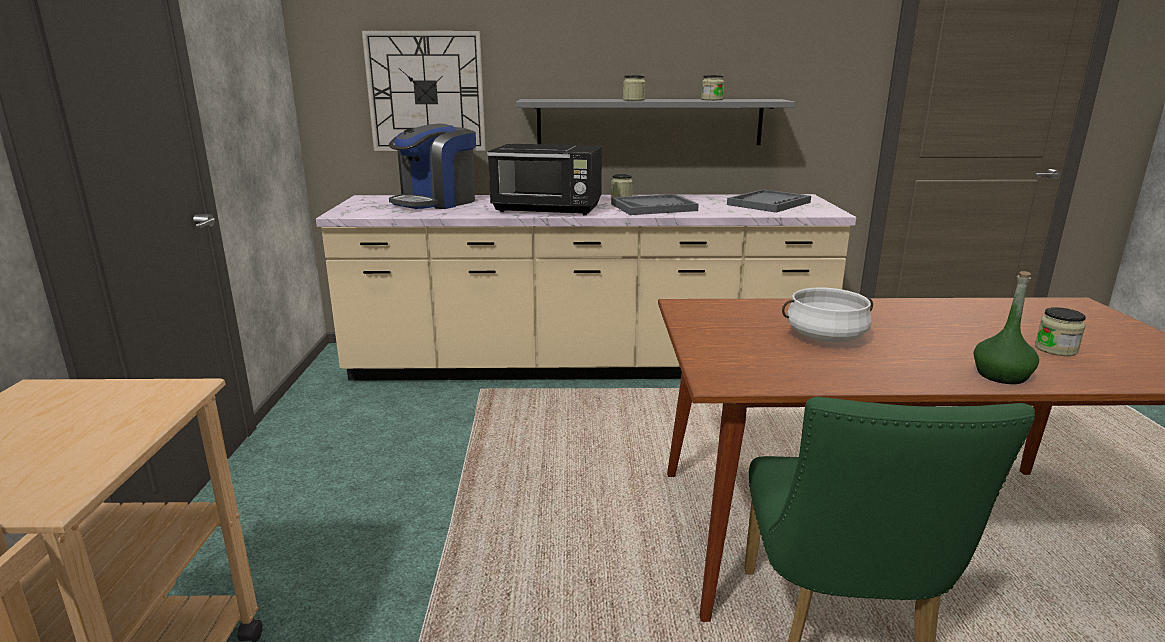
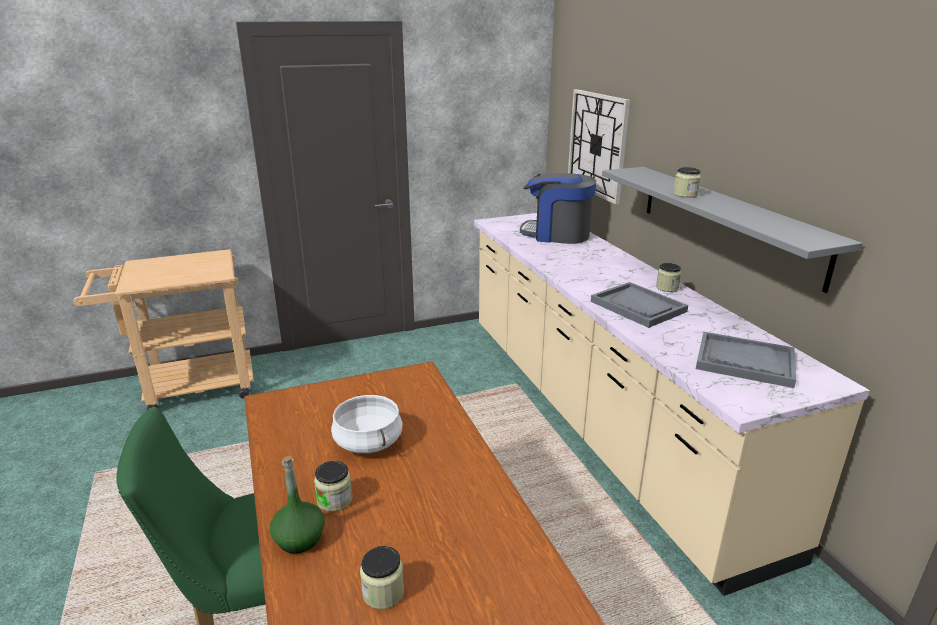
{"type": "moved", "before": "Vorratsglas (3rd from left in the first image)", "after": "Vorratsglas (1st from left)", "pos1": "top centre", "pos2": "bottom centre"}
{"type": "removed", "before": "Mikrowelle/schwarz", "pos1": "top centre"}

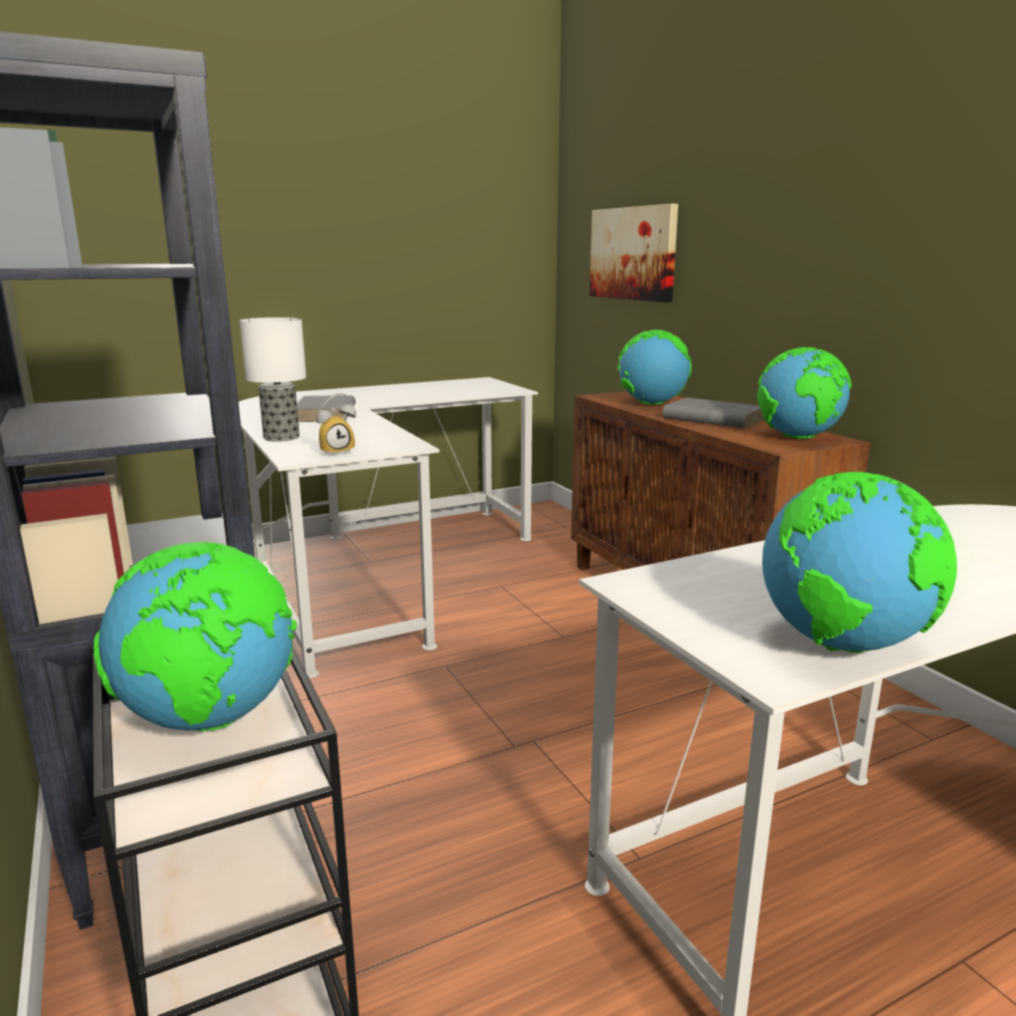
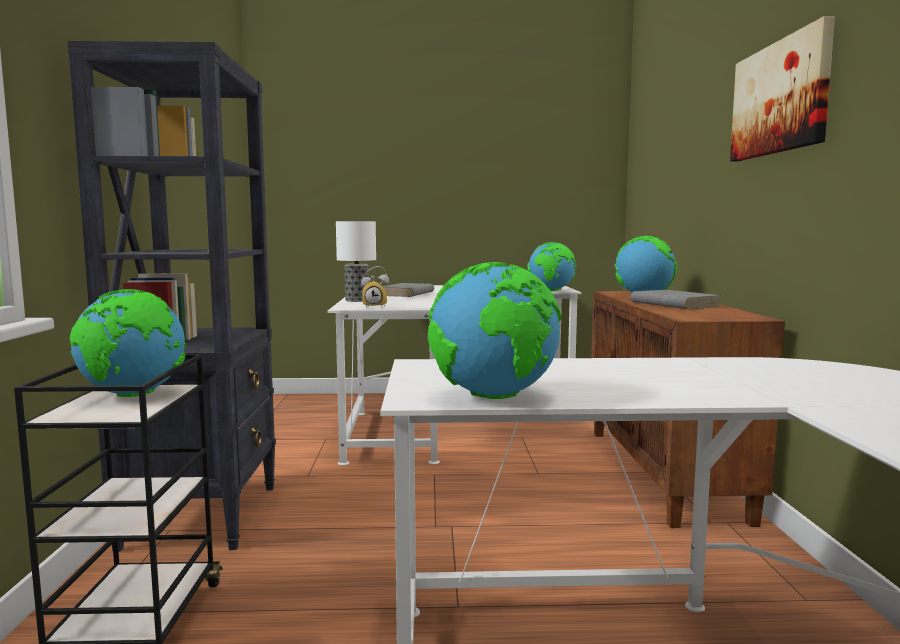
{"type": "moved", "before": "Bild", "pos1": "top centre", "pos2": "top right"}
{"type": "moved", "before": "Globus (3rd from left)", "pos1": "middle right", "pos2": "centre"}

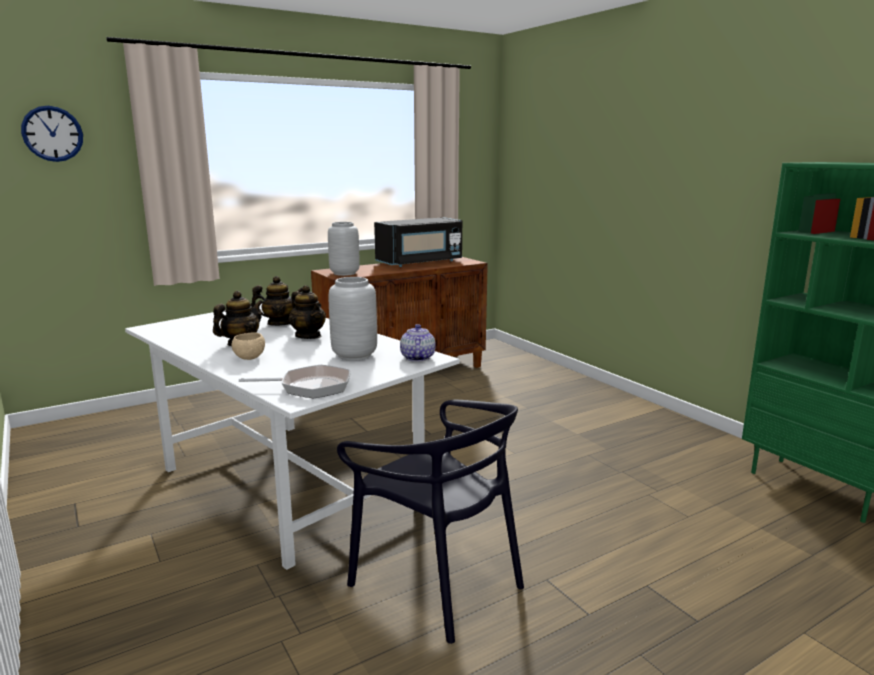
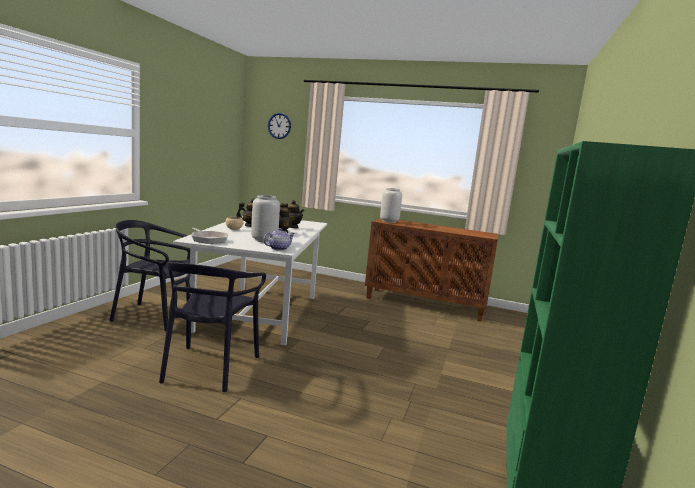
{"type": "removed", "before": "Mikrowelle/schwarz", "pos1": "centre"}
{"type": "added", "after": "Stuhl/schwarz (1st from left)", "pos2": "middle left"}

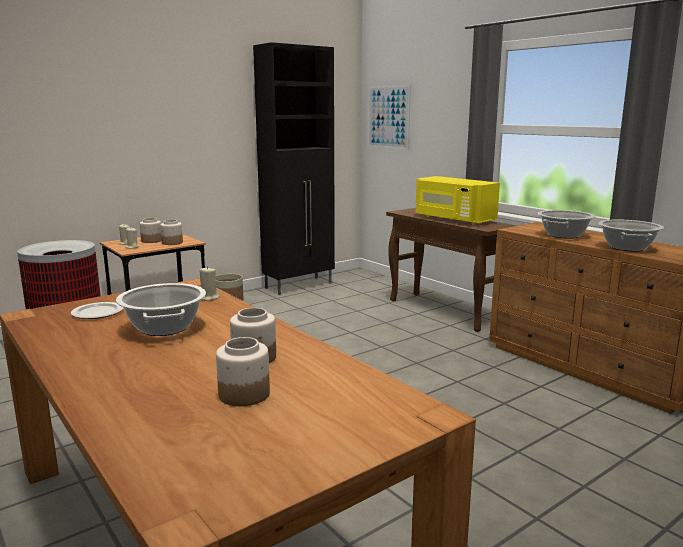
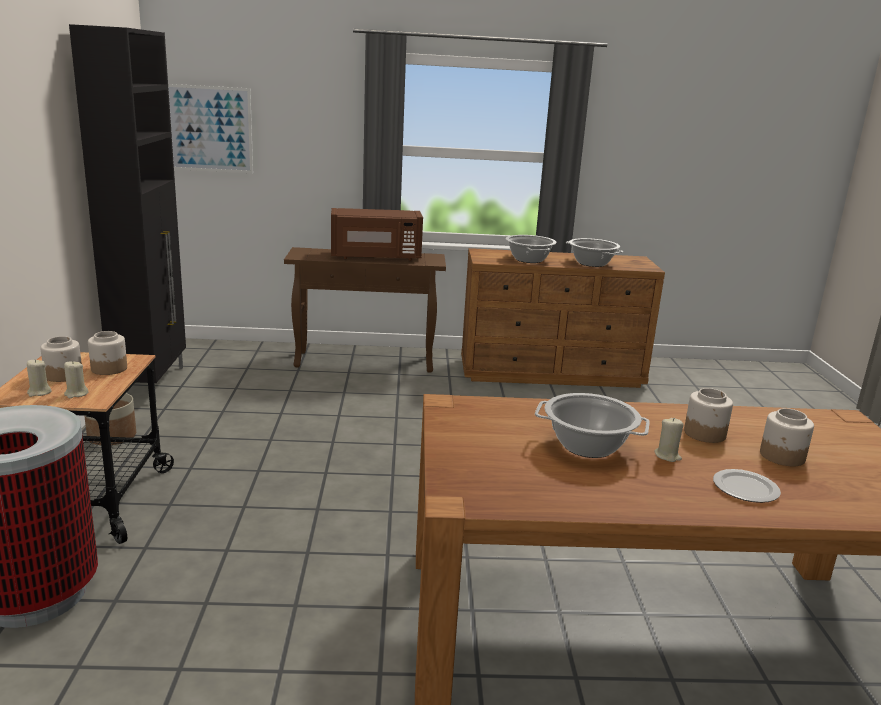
{"type": "recoloured", "before": "Mikrowelle/gelb", "after": "Mikrowelle/braun", "pos1": "middle right", "pos2": "top centre"}
{"type": "moved", "before": "Kerze/beige (3rd from left)", "pos1": "middle left", "pos2": "middle right"}
{"type": "moved", "before": "Teller", "pos1": "middle left", "pos2": "bottom right"}

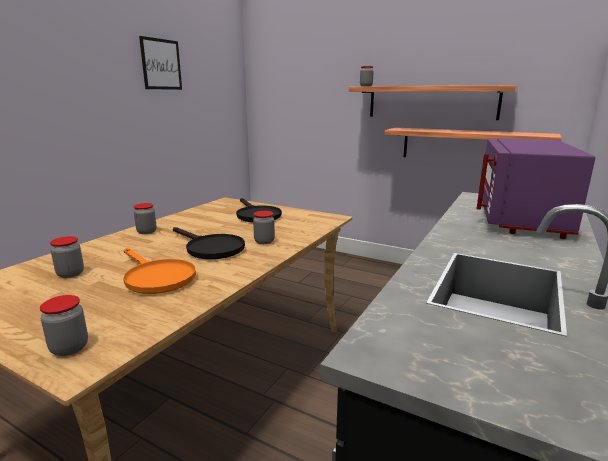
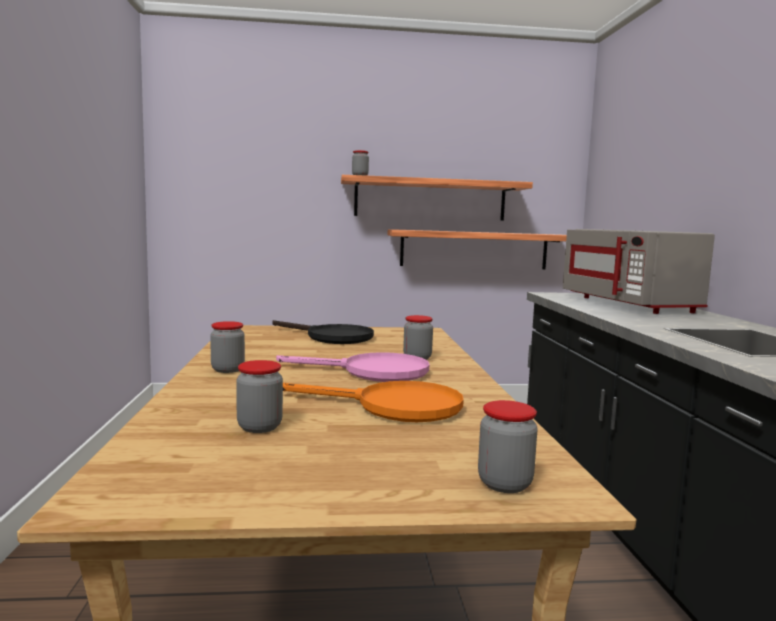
{"type": "removed", "before": "Bild", "pos1": "top left"}
{"type": "recoloured", "before": "Mikrowelle/lila", "after": "Mikrowelle/grau", "pos1": "middle right", "pos2": "middle right"}
{"type": "recoloured", "before": "Pfanne/schwarz (1st from left)", "after": "Pfanne/rosa", "pos1": "centre", "pos2": "centre"}

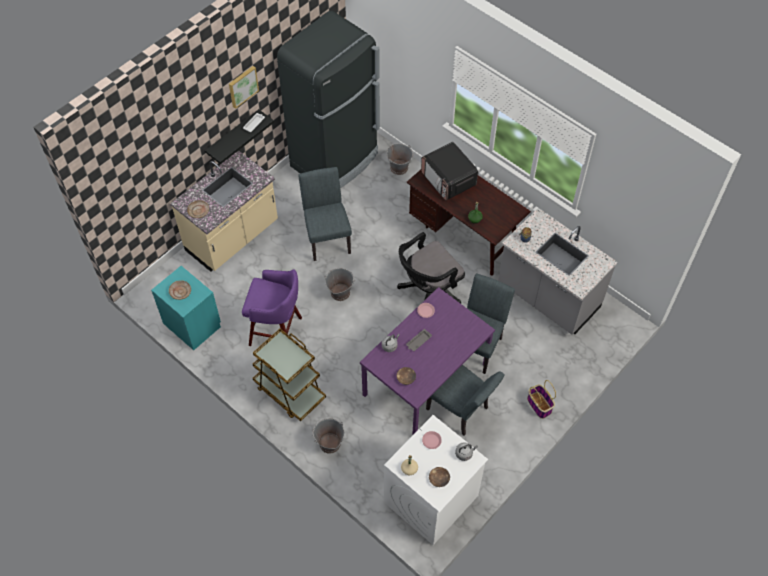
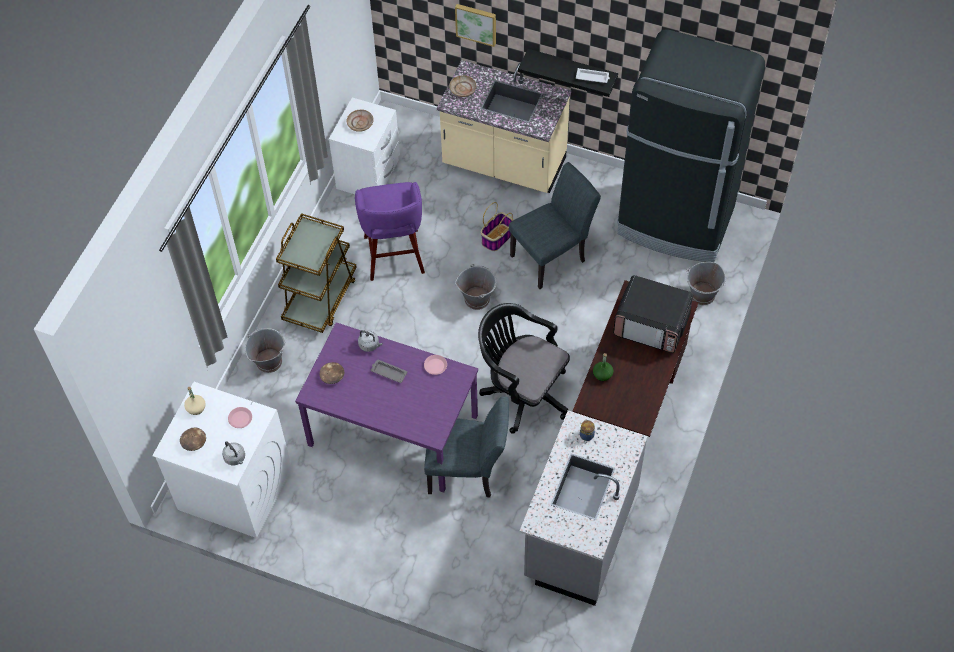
{"type": "moved", "before": "Bild", "pos1": "top left", "pos2": "top centre"}
{"type": "turned", "before": "Mikrowelle", "pos1": "top centre", "pos2": "middle right", "turn": -105}
{"type": "recoloured", "before": "Nachttisch/türkis", "after": "Nachttisch/weiß", "pos1": "middle left", "pos2": "top centre"}
{"type": "removed", "before": "Stuhl/grau (2nd from left)", "pos1": "bottom centre"}
{"type": "moved", "before": "Korb", "pos1": "bottom right", "pos2": "centre"}

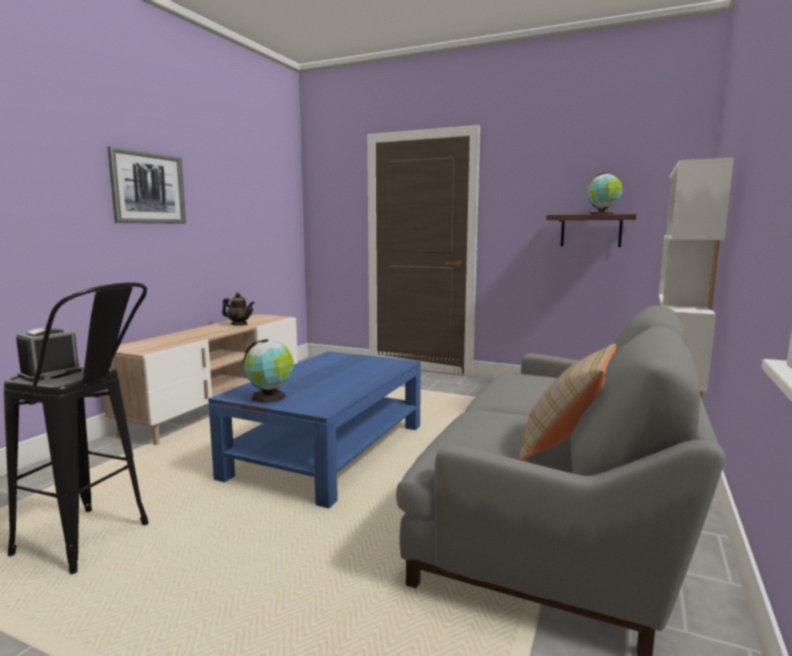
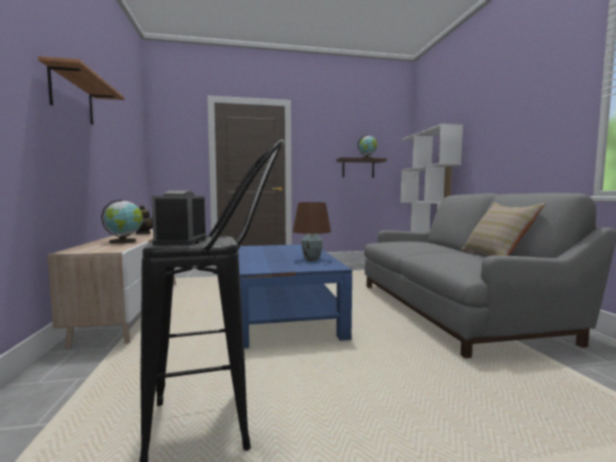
{"type": "replaced", "before": "Bild", "after": "Wandregal (1st from left)", "pos1": "top left", "pos2": "top left"}
{"type": "moved", "before": "Globus (1st from left)", "pos1": "centre", "pos2": "middle left"}
{"type": "added", "after": "Tischlampe/braun", "pos2": "centre"}

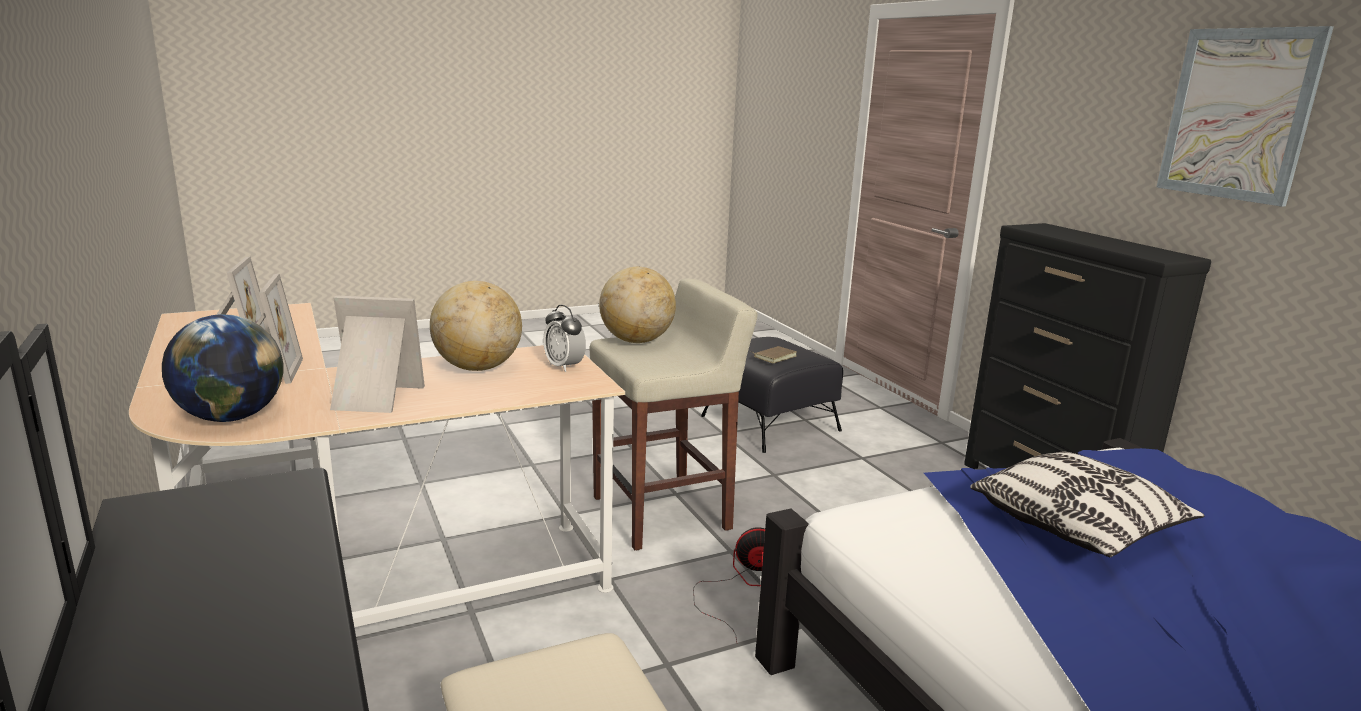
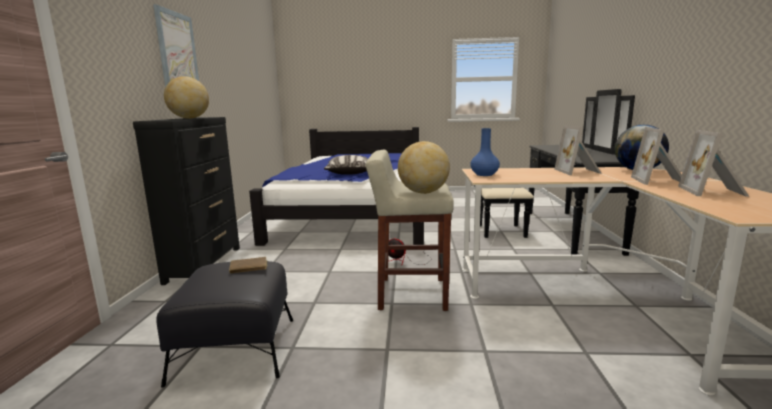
{"type": "moved", "before": "Globus (2nd from left in the first image)", "after": "Globus (1st from left)", "pos1": "centre", "pos2": "top left"}
{"type": "turned", "before": "Bilderrahmen (3rd from left in the first image)", "pos1": "middle left", "pos2": "middle right", "turn": 60}
{"type": "replaced", "before": "Wecker", "after": "Vase/blau", "pos1": "centre", "pos2": "centre"}

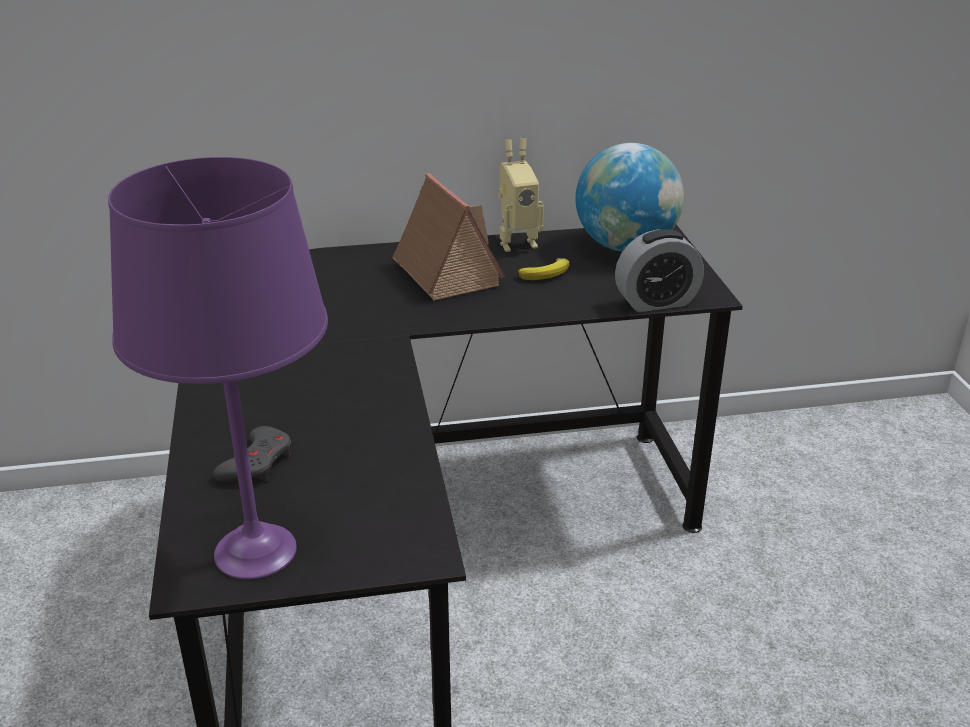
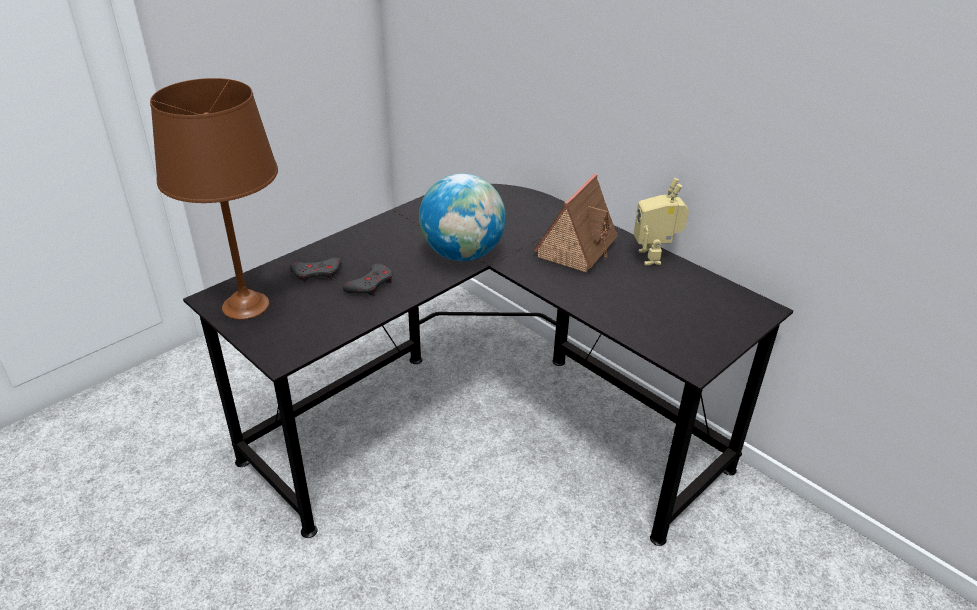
{"type": "turned", "before": "Spielzeugroboter", "pos1": "top centre", "pos2": "middle right", "turn": 45}
{"type": "moved", "before": "Globus", "pos1": "top centre", "pos2": "centre"}
{"type": "recoloured", "before": "Tischlampe/lila", "after": "Tischlampe/braun", "pos1": "middle left", "pos2": "top left"}
{"type": "removed", "before": "Wecker", "pos1": "middle right"}
{"type": "removed", "before": "Banane", "pos1": "centre"}
{"type": "added", "after": "Gamepad/grau (2nd from left)", "pos2": "centre"}

